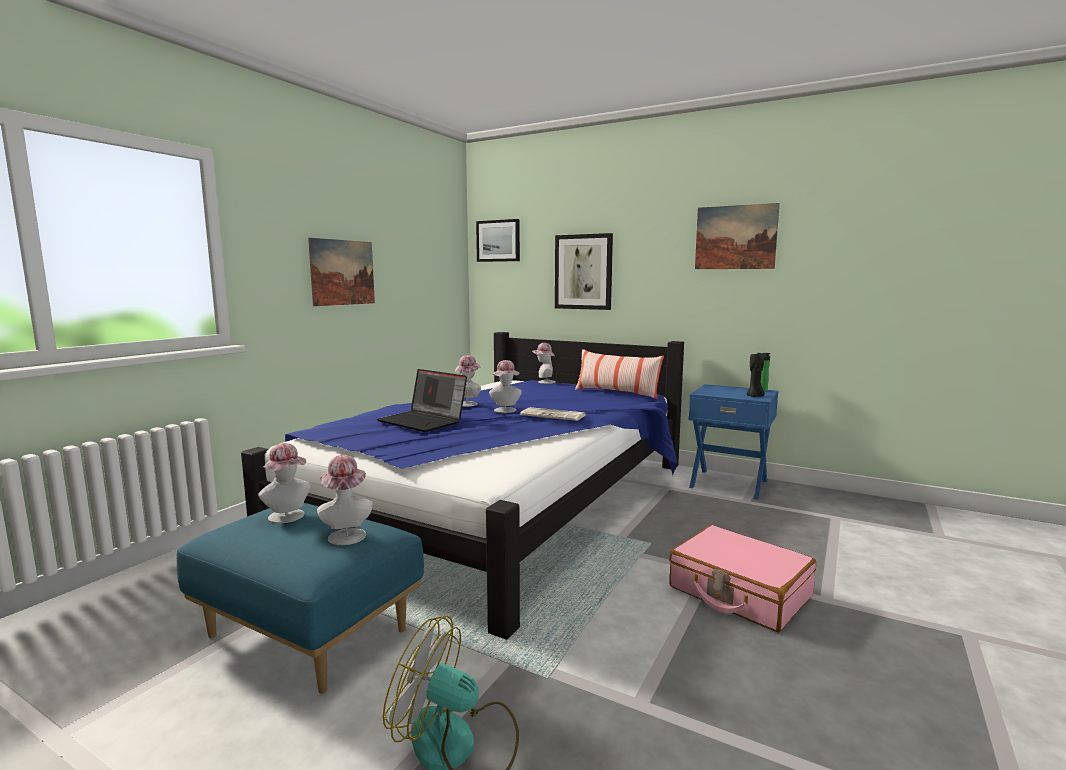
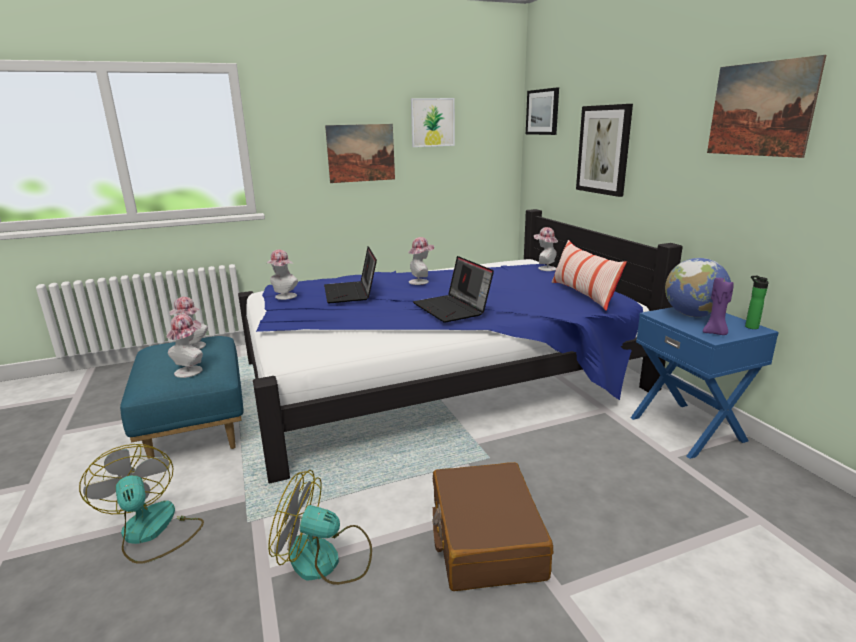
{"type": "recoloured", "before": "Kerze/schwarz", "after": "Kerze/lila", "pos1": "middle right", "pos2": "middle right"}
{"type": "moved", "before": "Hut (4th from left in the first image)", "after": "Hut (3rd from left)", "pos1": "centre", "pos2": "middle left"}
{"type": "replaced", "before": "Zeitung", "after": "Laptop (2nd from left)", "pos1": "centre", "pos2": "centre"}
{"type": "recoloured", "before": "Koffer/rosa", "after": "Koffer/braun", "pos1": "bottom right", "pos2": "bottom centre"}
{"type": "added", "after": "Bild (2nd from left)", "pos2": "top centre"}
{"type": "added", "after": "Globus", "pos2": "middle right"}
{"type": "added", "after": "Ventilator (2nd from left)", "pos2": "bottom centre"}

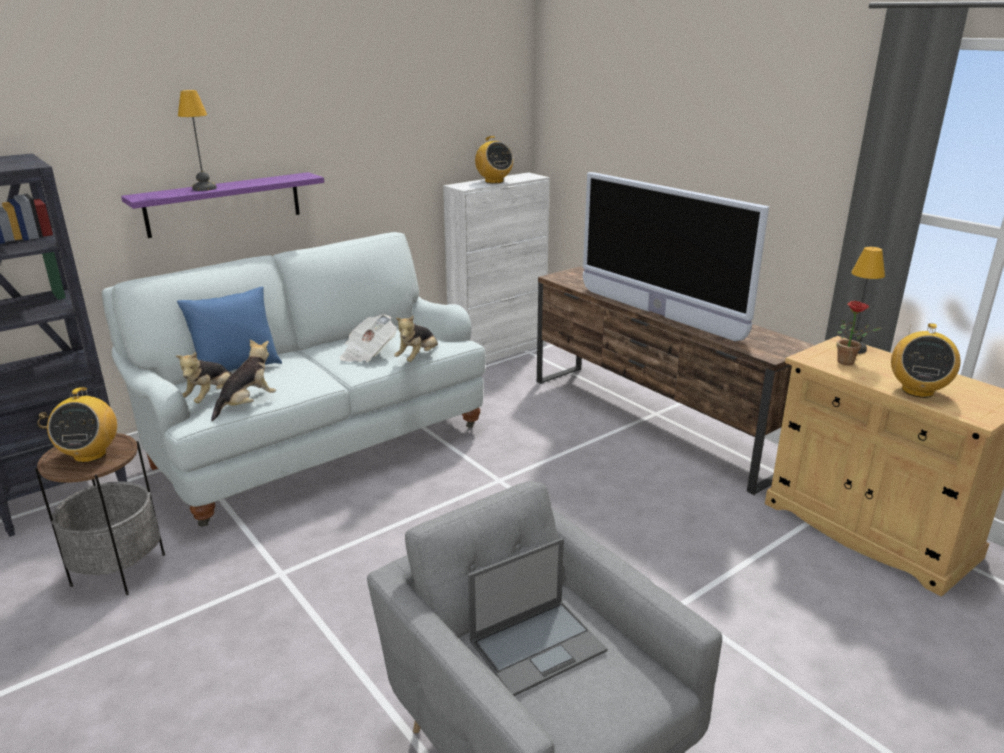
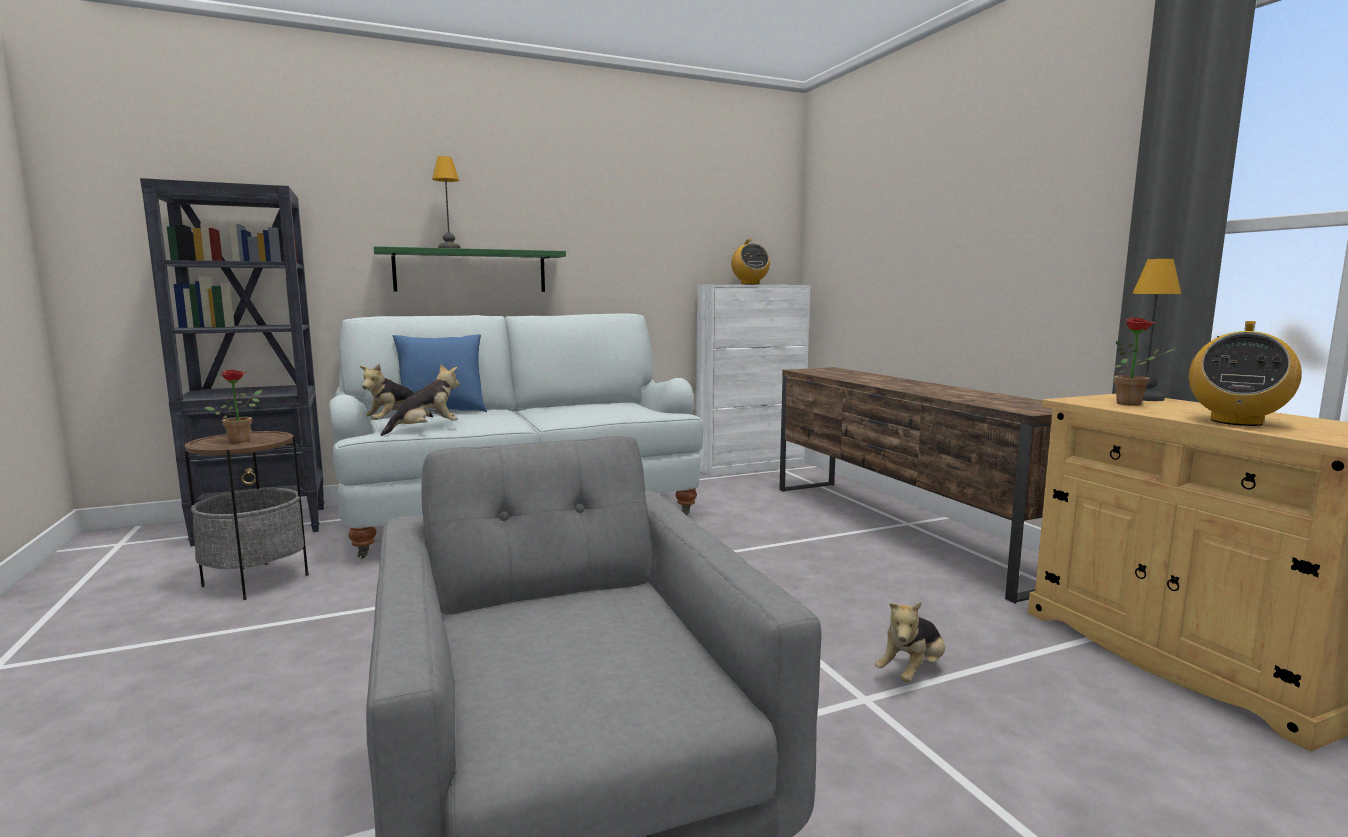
{"type": "recoloured", "before": "Wandregal/lila", "after": "Wandregal/grün", "pos1": "top left", "pos2": "top centre"}
{"type": "removed", "before": "Fernseher", "pos1": "middle right"}
{"type": "removed", "before": "Zeitung", "pos1": "centre"}
{"type": "moved", "before": "Plüschtier (3rd from left)", "pos1": "centre", "pos2": "bottom right"}
{"type": "replaced", "before": "Radio (1st from left)", "after": "Topfpflanze (1st from left)", "pos1": "middle left", "pos2": "middle left"}
{"type": "removed", "before": "Laptop", "pos1": "bottom centre"}

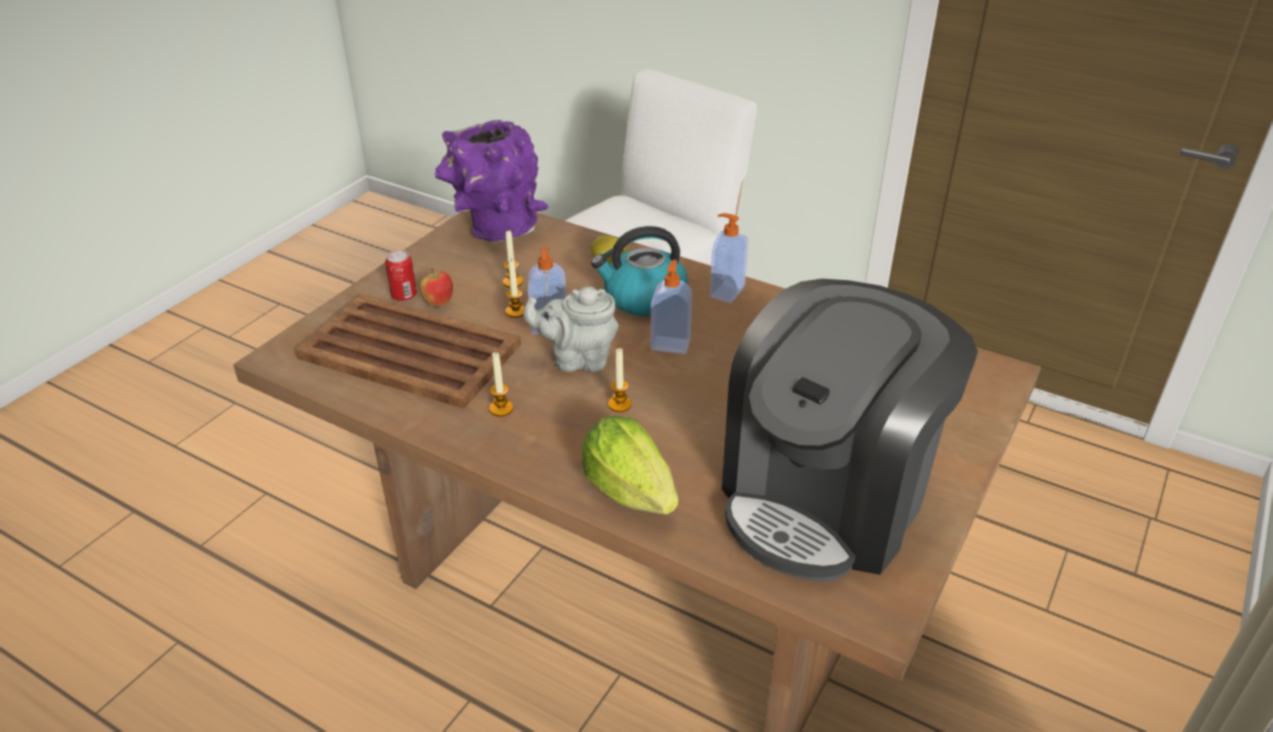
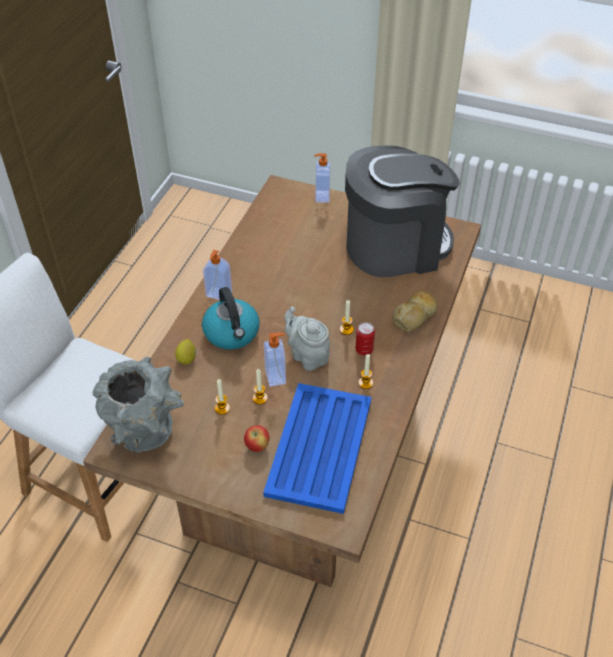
{"type": "recoloured", "before": "Vase/lila", "after": "Vase/grau", "pos1": "top centre", "pos2": "middle left"}
{"type": "moved", "before": "Dose", "pos1": "middle left", "pos2": "centre"}
{"type": "moved", "before": "Seifenspender (2nd from left in the first image)", "after": "Seifenspender (3rd from left)", "pos1": "centre", "pos2": "top centre"}
{"type": "turned", "before": "Kaffeemaschine", "pos1": "middle right", "pos2": "top centre", "turn": -45}
{"type": "turned", "before": "Teekanne/grau", "pos1": "centre", "pos2": "centre", "turn": 150}
{"type": "recoloured", "before": "Tablett/braun", "after": "Tablett/blau", "pos1": "middle left", "pos2": "bottom centre"}
{"type": "replaced", "before": "Salatkopf", "after": "Brot", "pos1": "centre", "pos2": "middle right"}

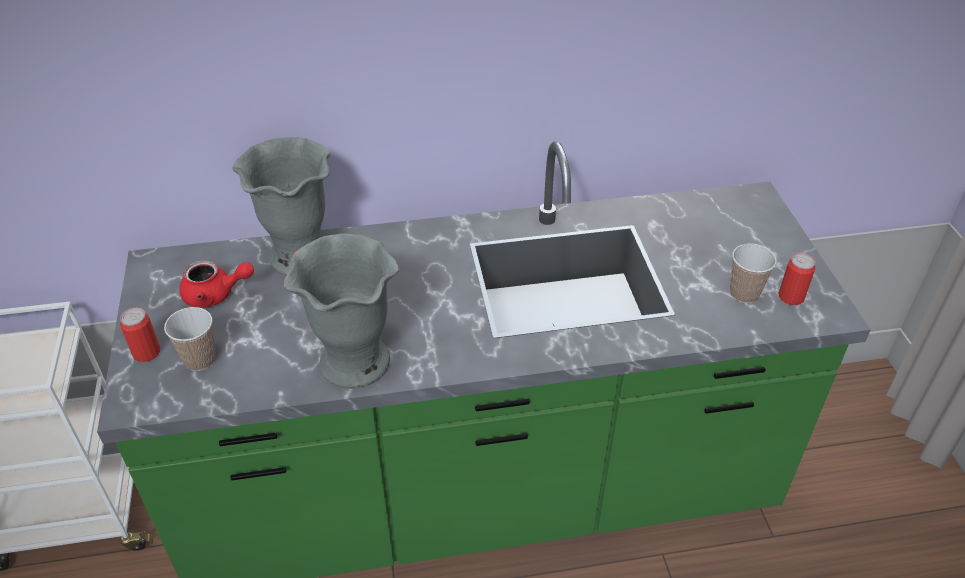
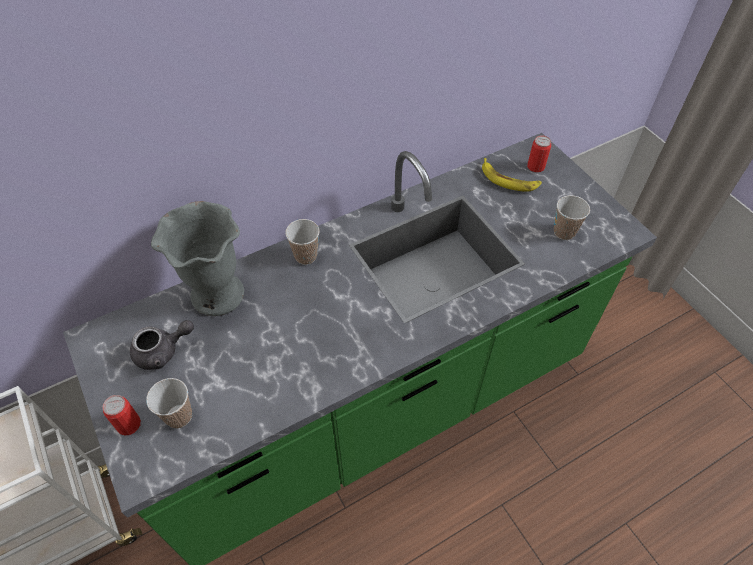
{"type": "removed", "before": "Vase/grau (2nd from left)", "pos1": "centre"}
{"type": "moved", "before": "Dose (2nd from left)", "pos1": "middle right", "pos2": "top right"}
{"type": "recoloured", "before": "Teekanne/rot", "after": "Teekanne/grau", "pos1": "middle left", "pos2": "middle left"}
{"type": "added", "after": "Banane", "pos2": "top right"}
{"type": "added", "after": "Tasse (2nd from left)", "pos2": "centre"}

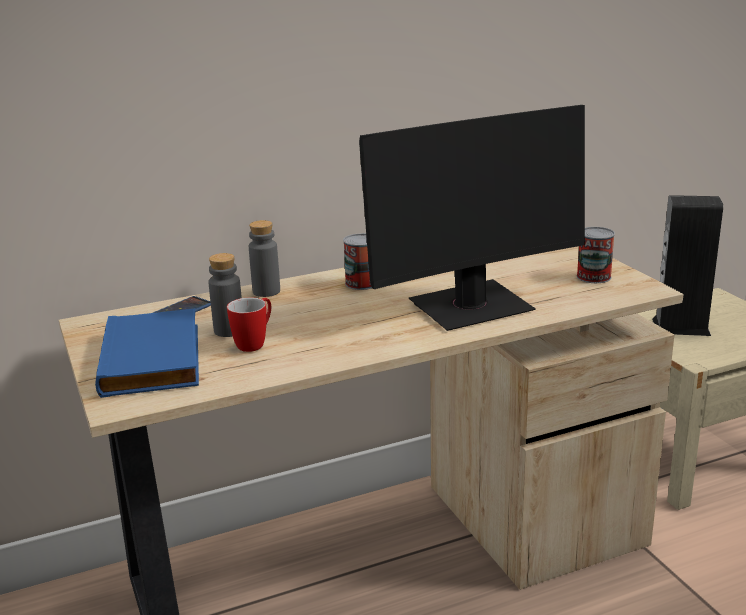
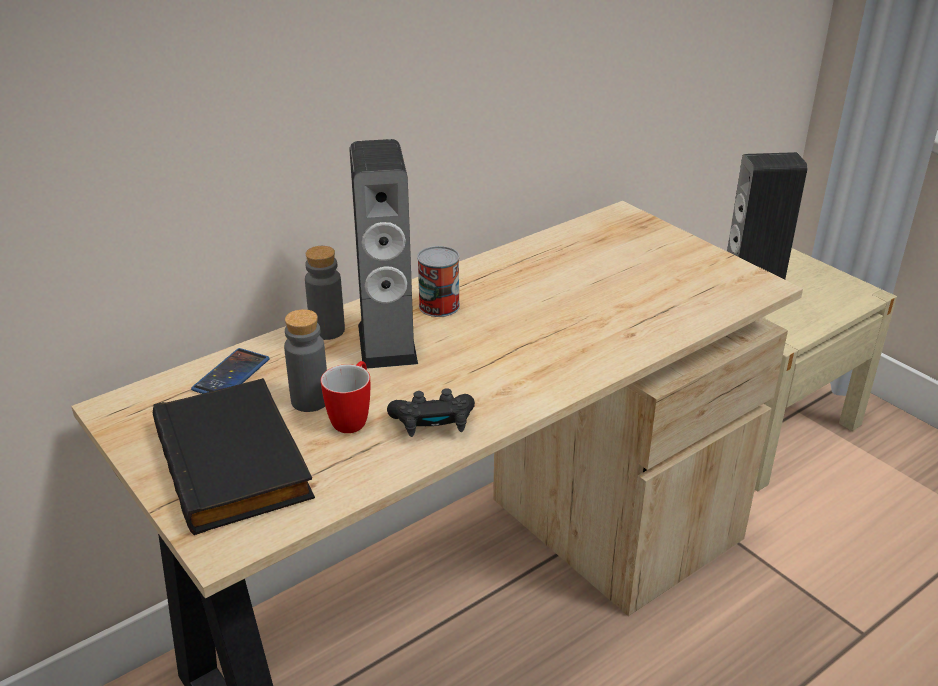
{"type": "removed", "before": "Monitor", "pos1": "centre"}
{"type": "removed", "before": "Dose (2nd from left)", "pos1": "middle right"}
{"type": "recoloured", "before": "Buch/blau", "after": "Buch/schwarz", "pos1": "middle left", "pos2": "middle left"}
{"type": "added", "after": "Lautsprecher (1st from left)", "pos2": "centre"}
{"type": "added", "after": "Gamepad/schwarz", "pos2": "centre"}

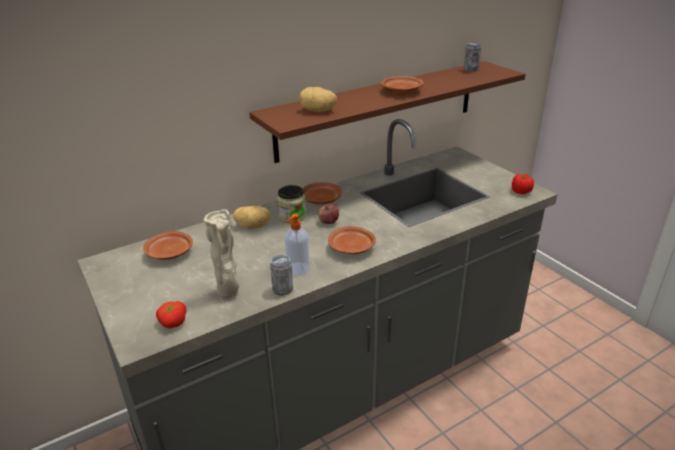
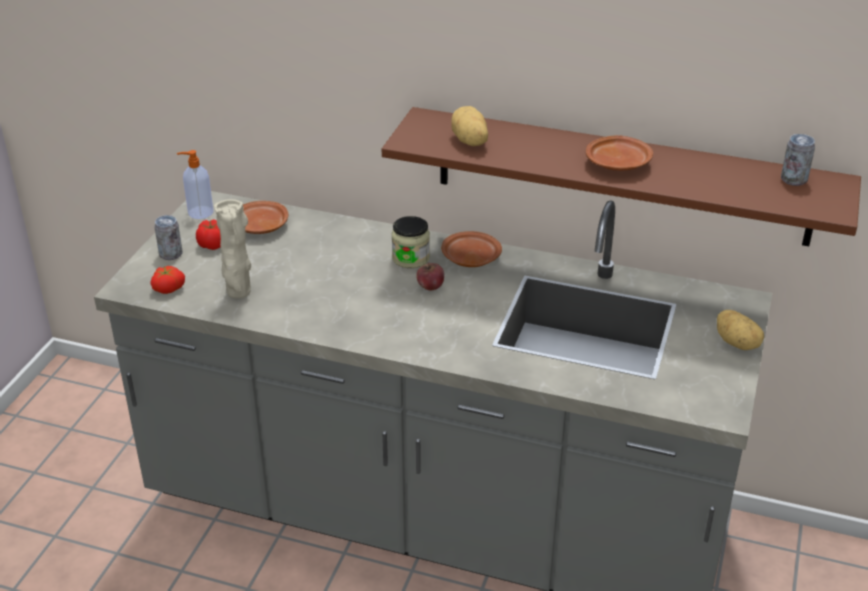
{"type": "moved", "before": "Tomate (2nd from left)", "pos1": "middle right", "pos2": "middle left"}
{"type": "moved", "before": "Kartoffel (1st from left in the first image)", "after": "Kartoffel (2nd from left)", "pos1": "centre", "pos2": "middle right"}
{"type": "moved", "before": "Seifenspender", "pos1": "centre", "pos2": "top left"}
{"type": "removed", "before": "Teller/braun (3rd from left)", "pos1": "centre"}
{"type": "moved", "before": "Dose (1st from left)", "pos1": "centre", "pos2": "middle left"}

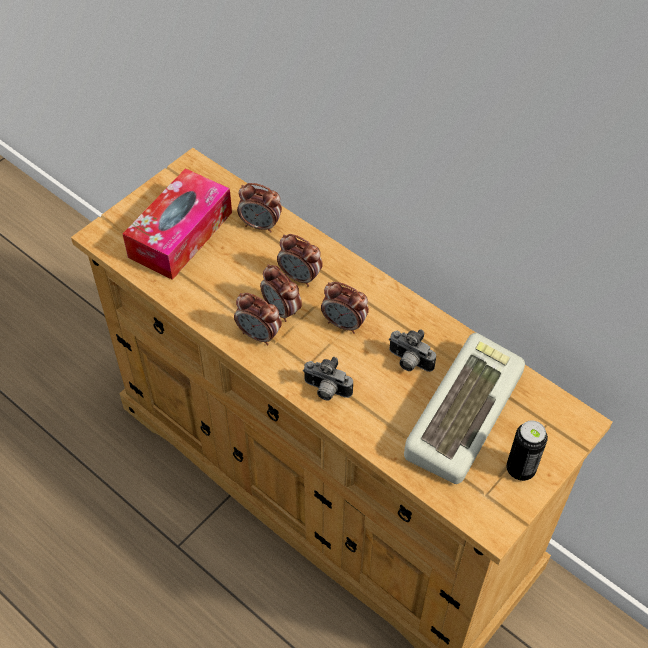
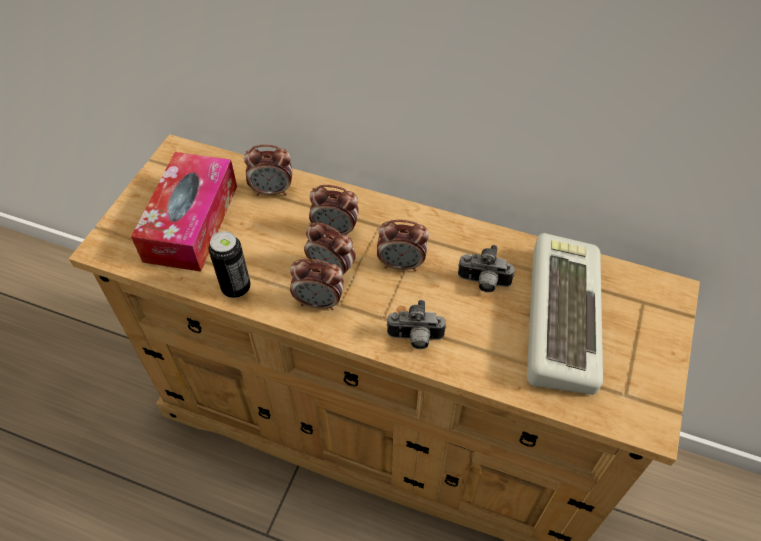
{"type": "moved", "before": "Dose", "pos1": "bottom right", "pos2": "middle left"}

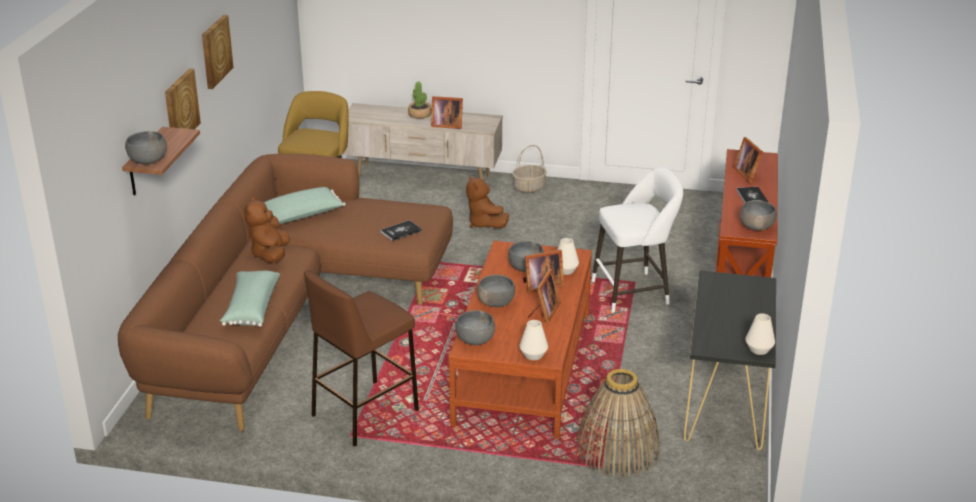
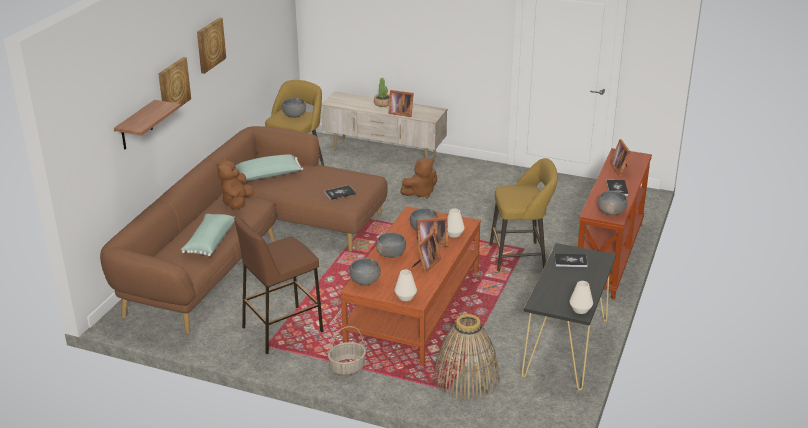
{"type": "moved", "before": "Schüssel/grau (1st from left)", "pos1": "top left", "pos2": "top centre"}
{"type": "moved", "before": "Korb (1st from left)", "pos1": "centre", "pos2": "bottom centre"}
{"type": "recoloured", "before": "Hocker/weiß", "after": "Hocker/gelb (2nd from left)", "pos1": "centre", "pos2": "centre"}
{"type": "turned", "before": "Plüschtier/braun (2nd from left)", "pos1": "centre", "pos2": "centre", "turn": -105}
{"type": "added", "after": "Buch (2nd from left)", "pos2": "middle right"}

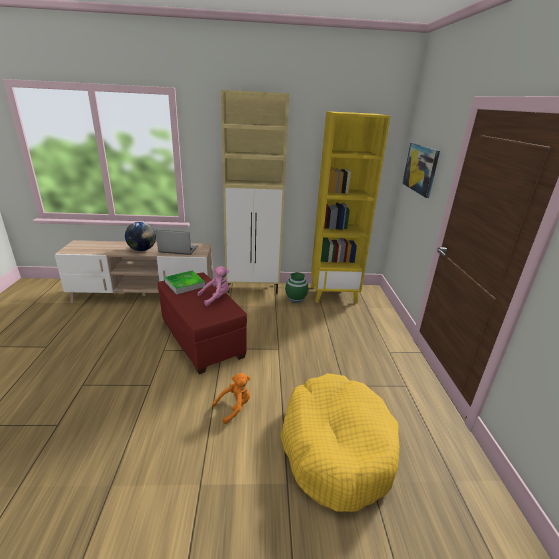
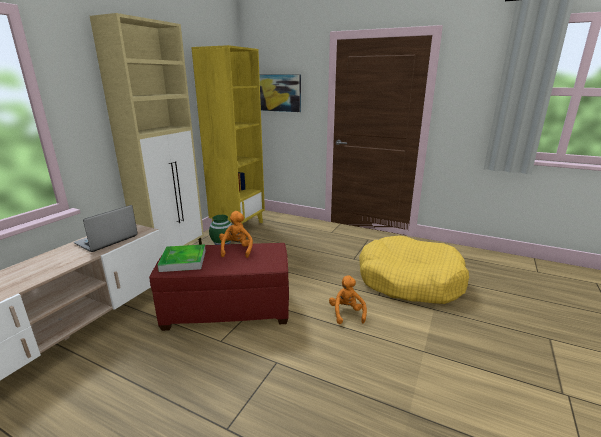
{"type": "removed", "before": "Globus", "pos1": "middle left"}
{"type": "recoloured", "before": "Plüschtier/rosa", "after": "Plüschtier/orange (1st from left)", "pos1": "centre", "pos2": "centre"}

